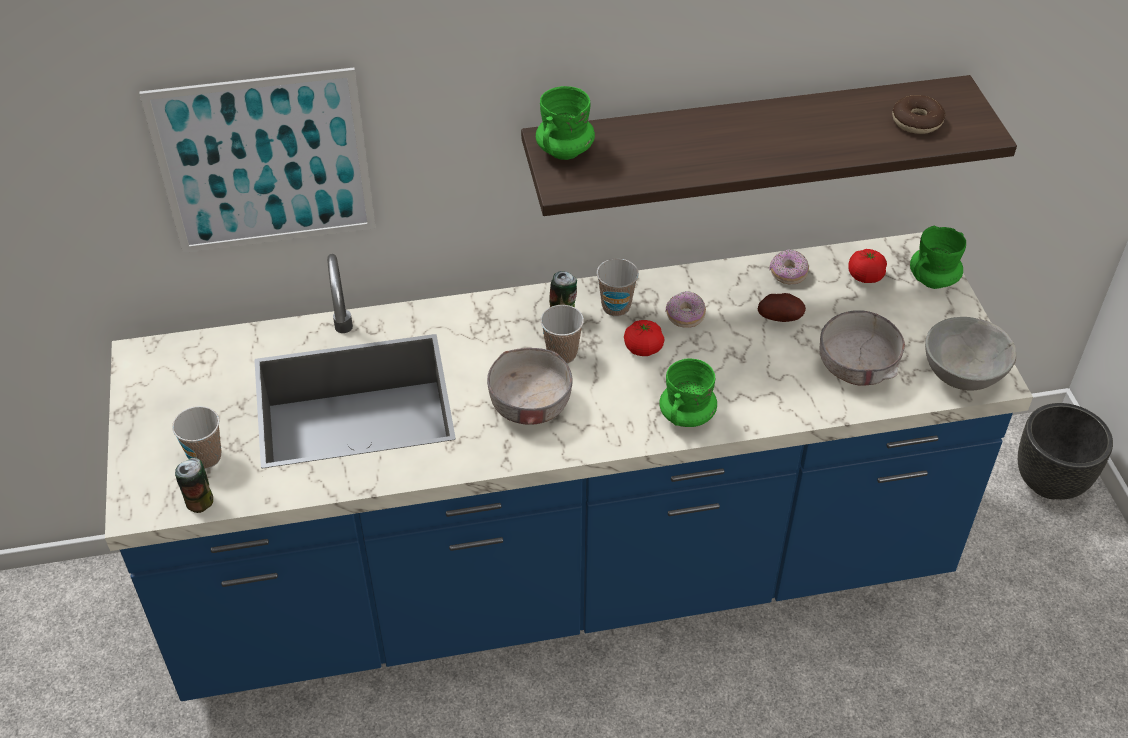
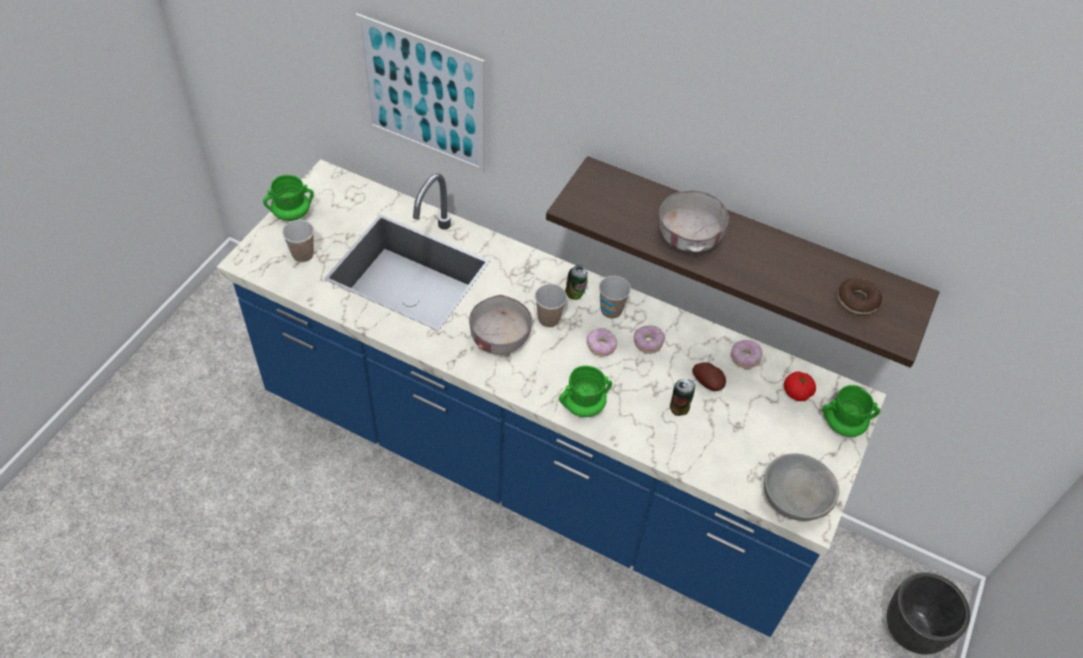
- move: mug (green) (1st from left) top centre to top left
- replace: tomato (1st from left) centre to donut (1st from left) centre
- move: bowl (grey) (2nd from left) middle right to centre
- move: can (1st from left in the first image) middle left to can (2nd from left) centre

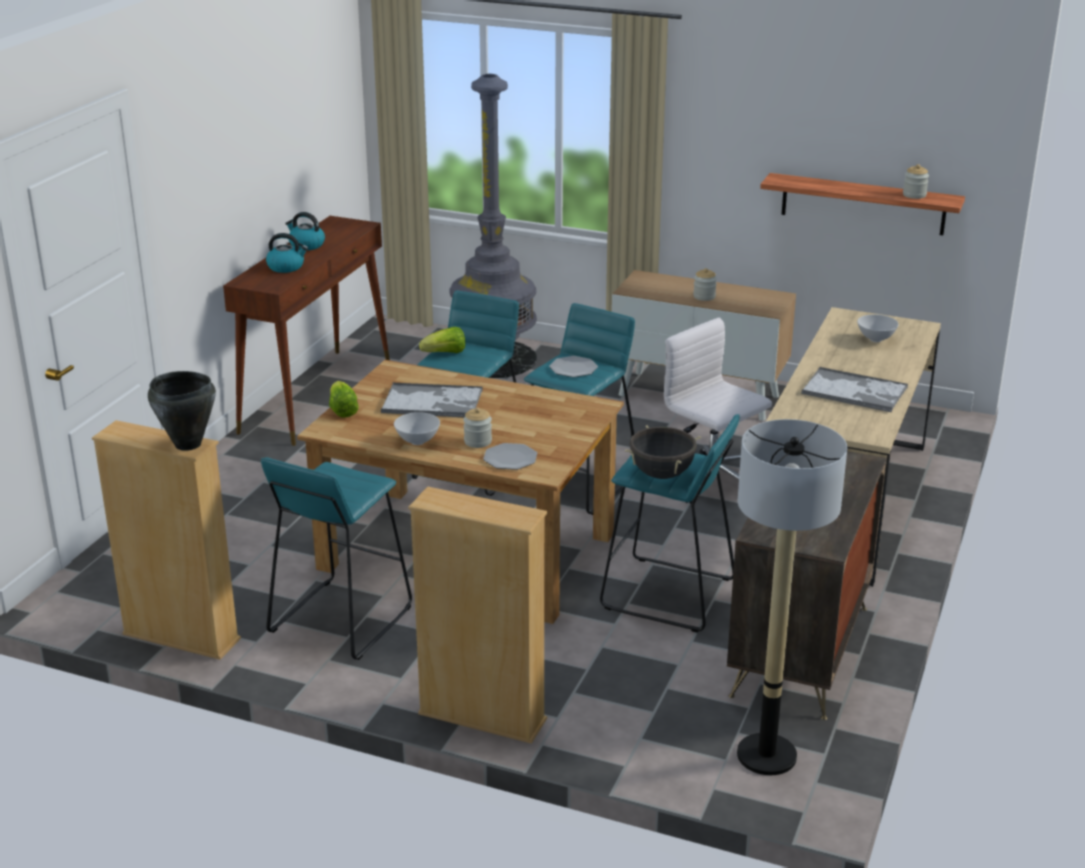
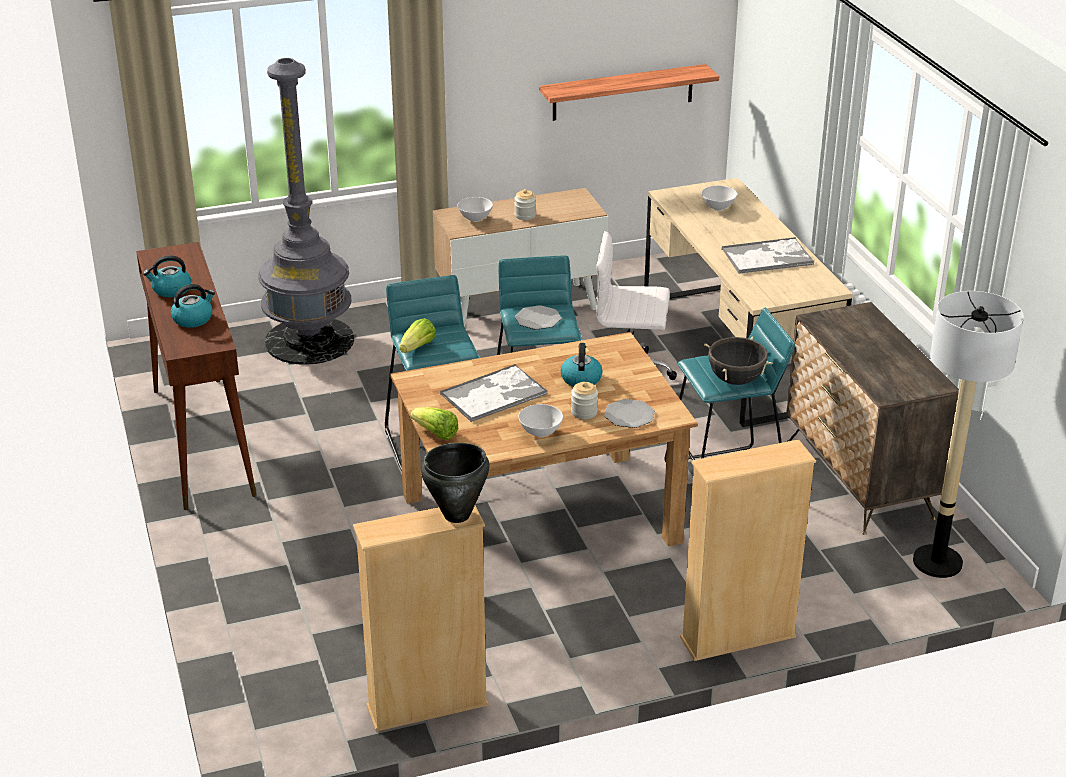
- insert: bowl (white) (1st from left) top centre
- insert: kettle (3rd from left) centre
- delete: stool (turquoise) (1st from left) middle left
- delete: jar (3rd from left) top right

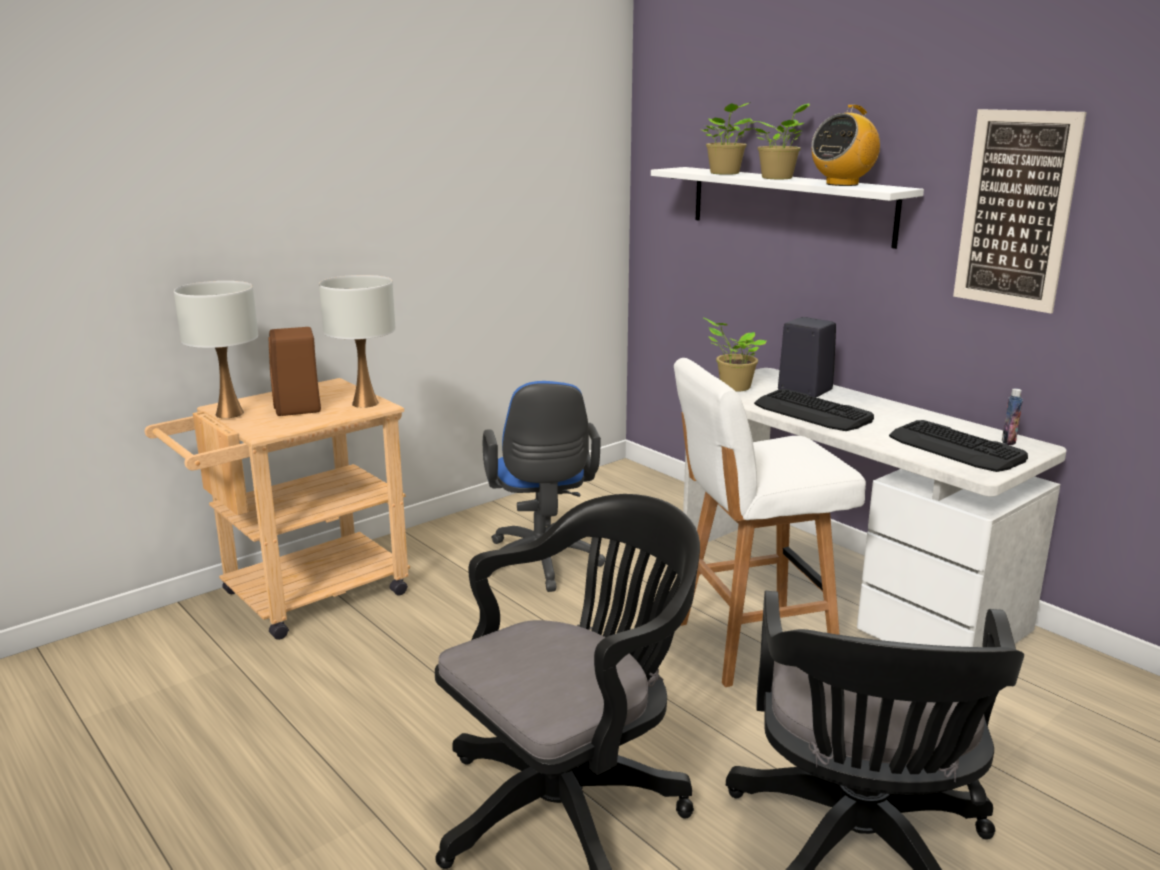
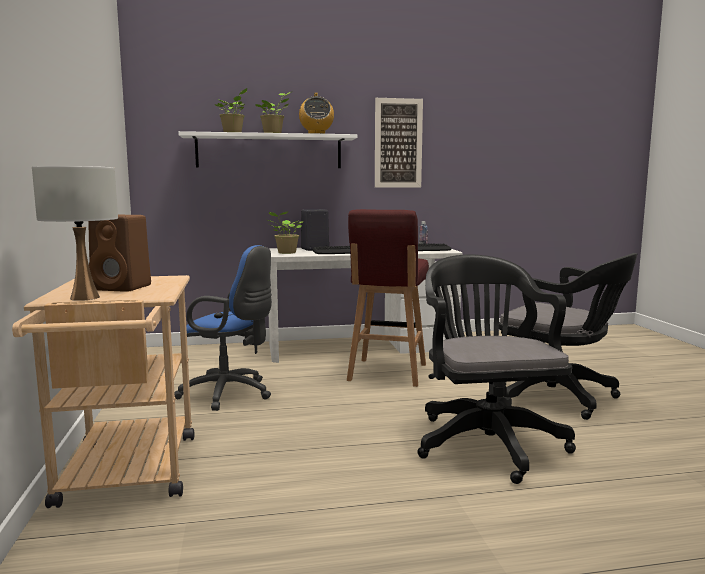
- recolor: stool (white) centre to stool (red) centre
- delete: table lamp (white) (2nd from left) middle left

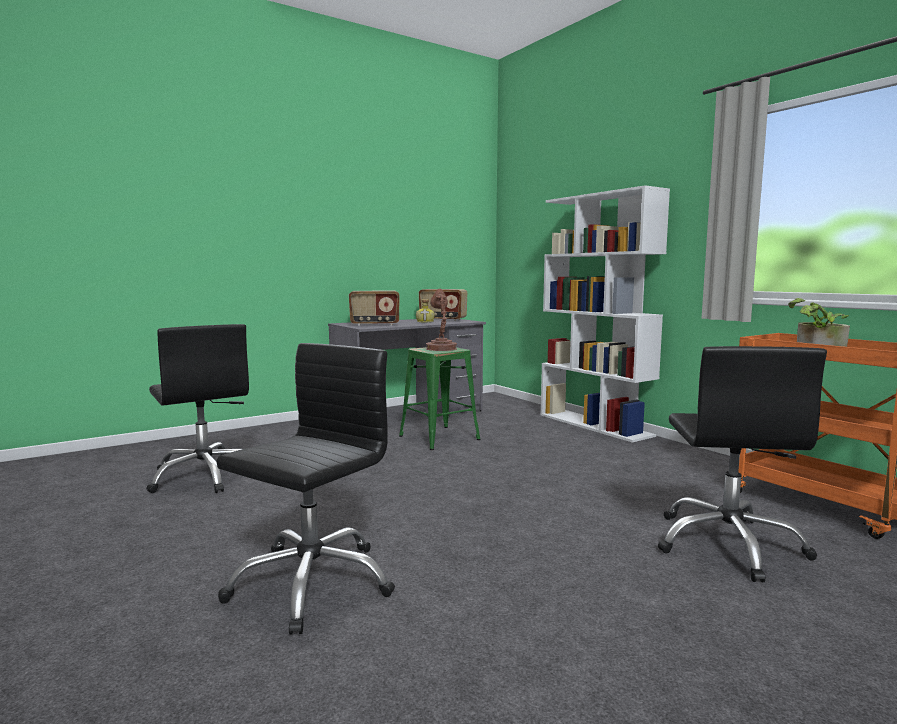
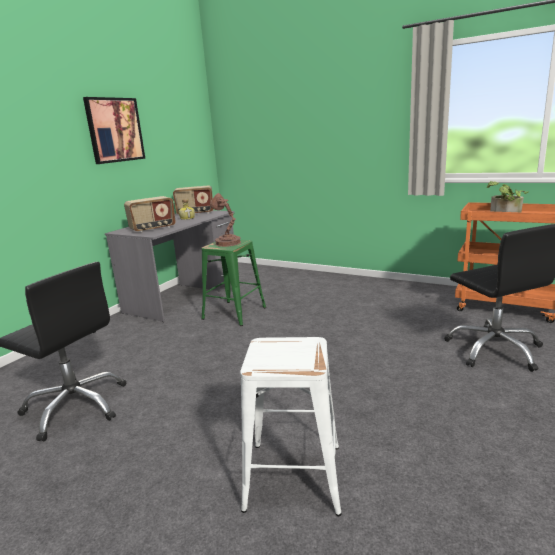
- insert: picture top left
- replace: office chair (black) (2nd from left) bottom centre to stool (white) bottom centre
- delete: bookcase (white) middle right

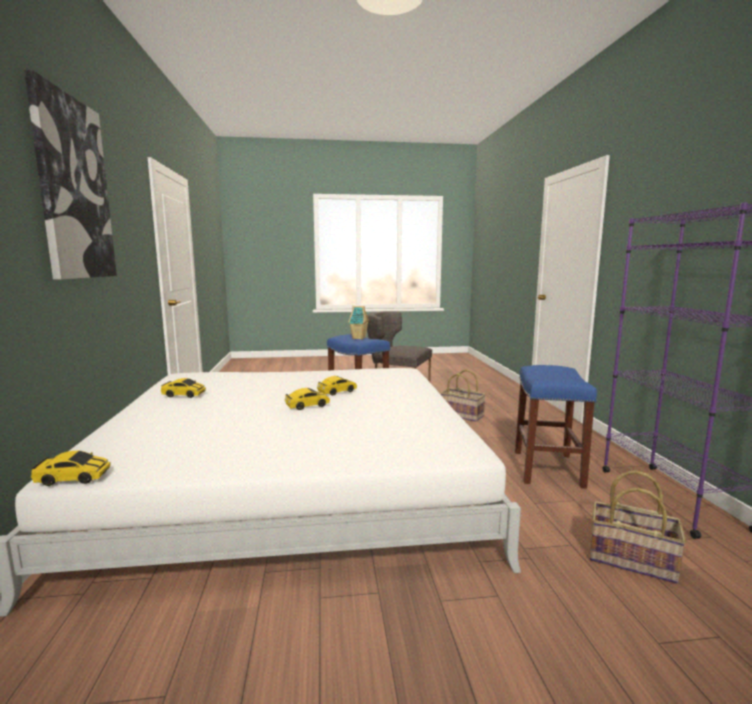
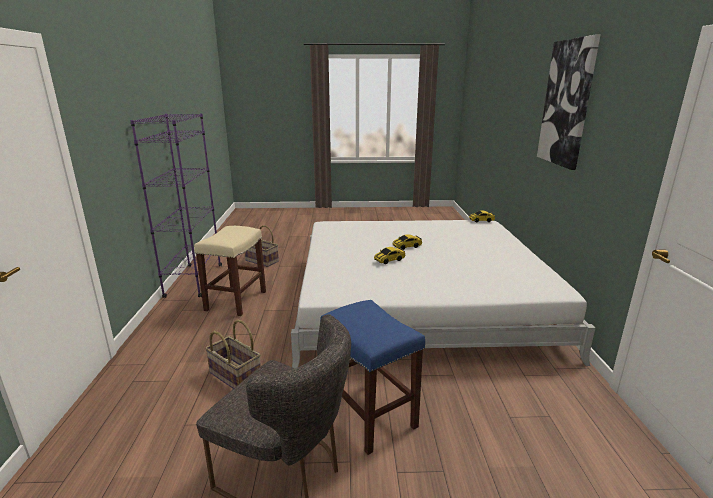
- recolor: stool (blue) (2nd from left) middle right to stool (beige) middle left
- delete: toy car (2nd from left) middle left
- delete: toy house centre

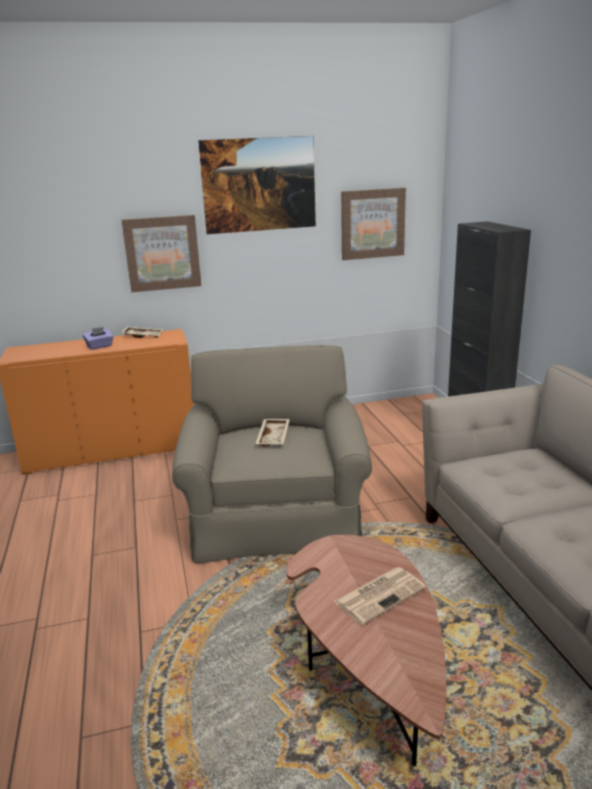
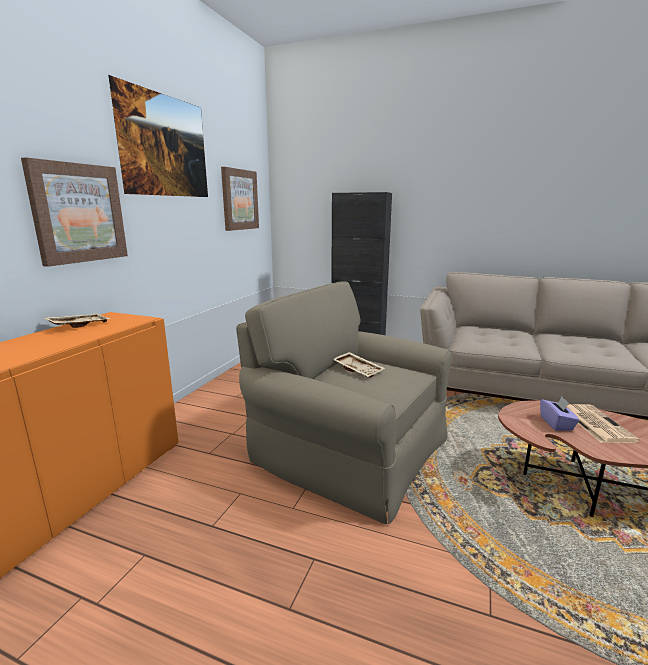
- move: tissue box (purple) middle left to middle right

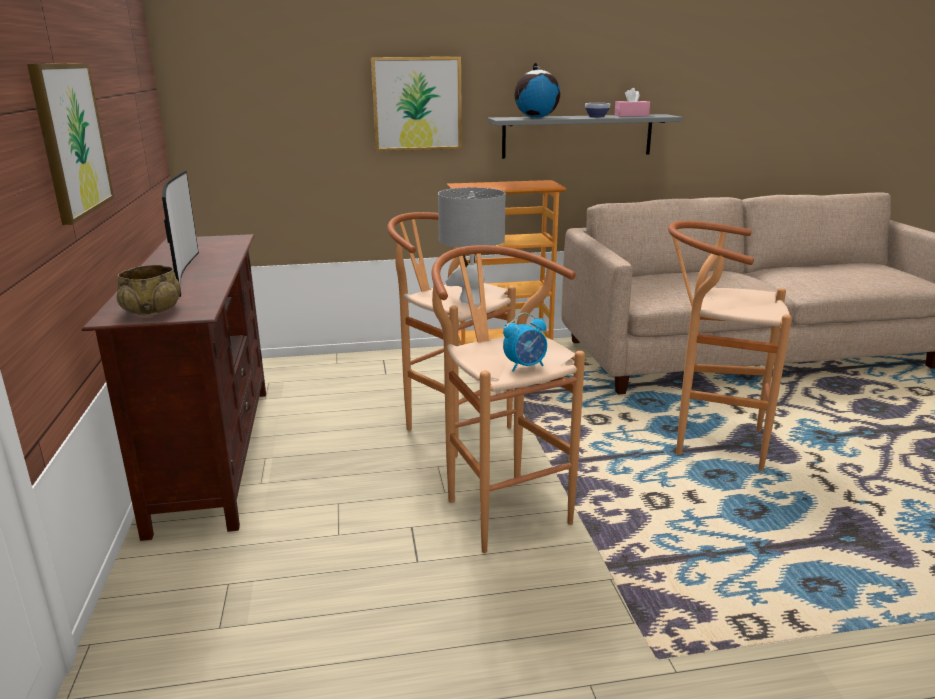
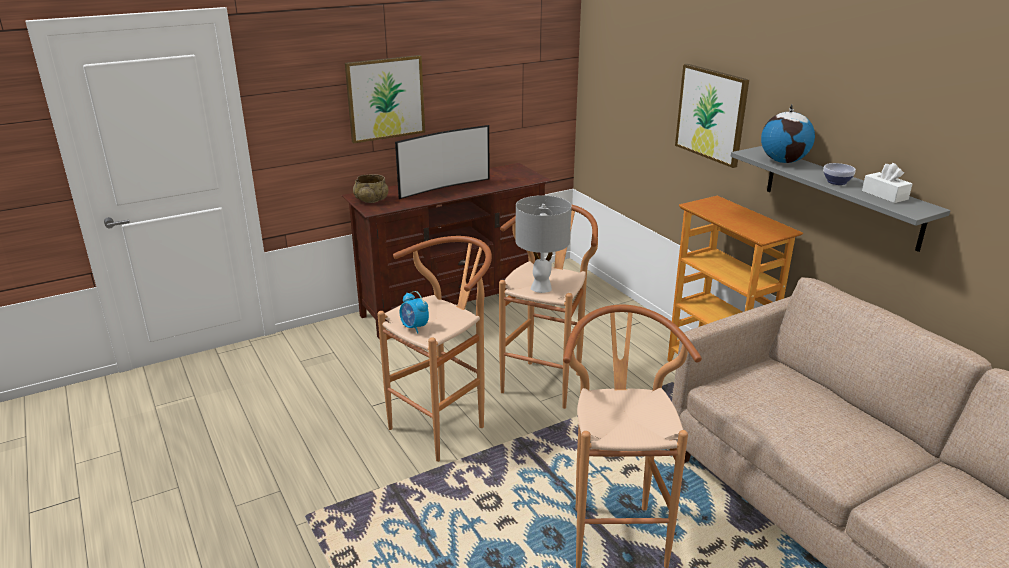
- recolor: tissue box (pink) top right to tissue box (white) top right

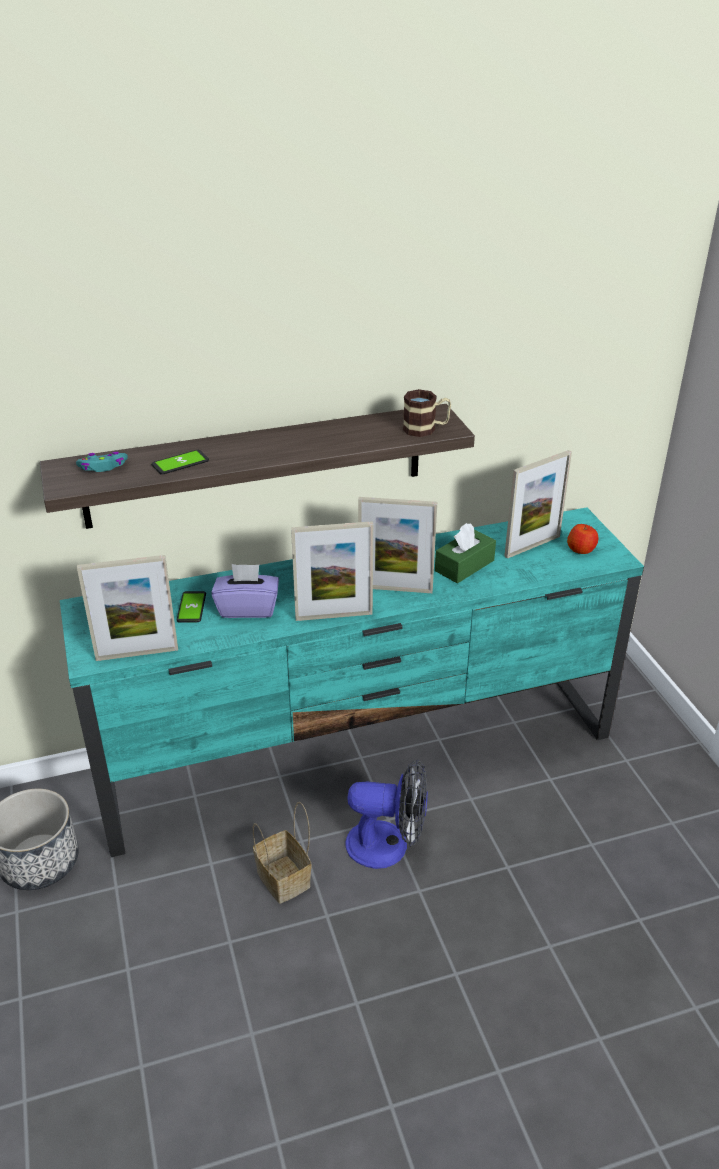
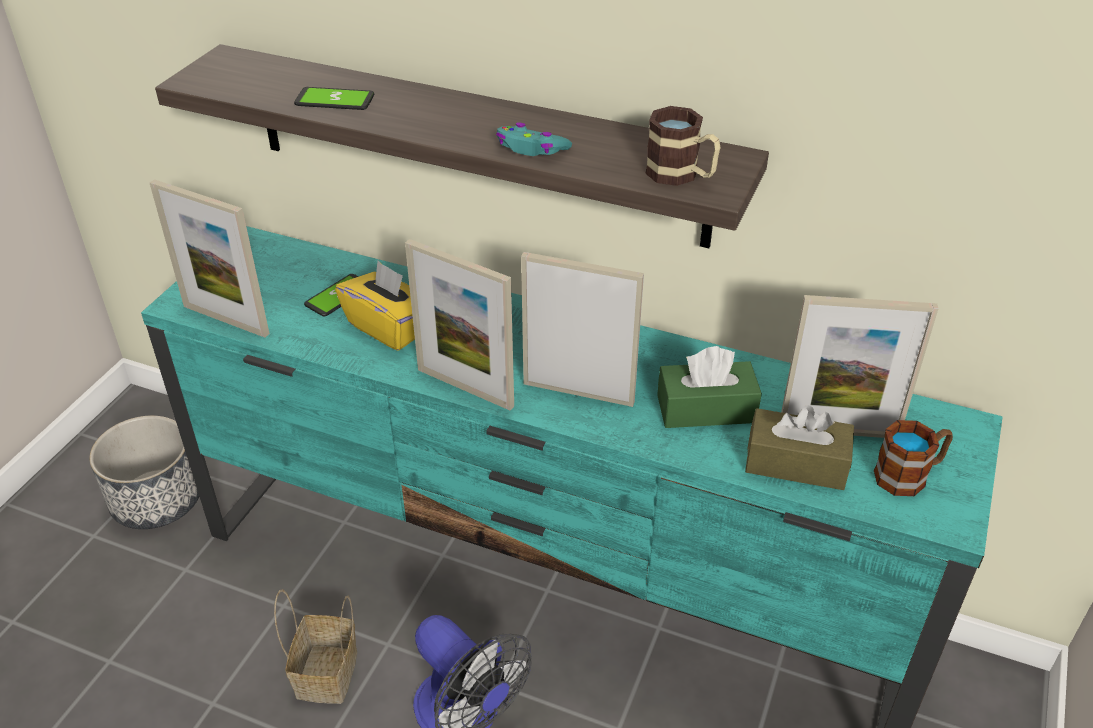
- recolor: tissue box (purple) centre to tissue box (yellow) centre
- move: game controller (turquoise) middle left to top centre
- rotate: picture frame (3rd from left) centre = centre 150 degrees clockwise
- insert: tissue box (brown) middle right
- replace: apple middle right to mug (2nd from left) middle right

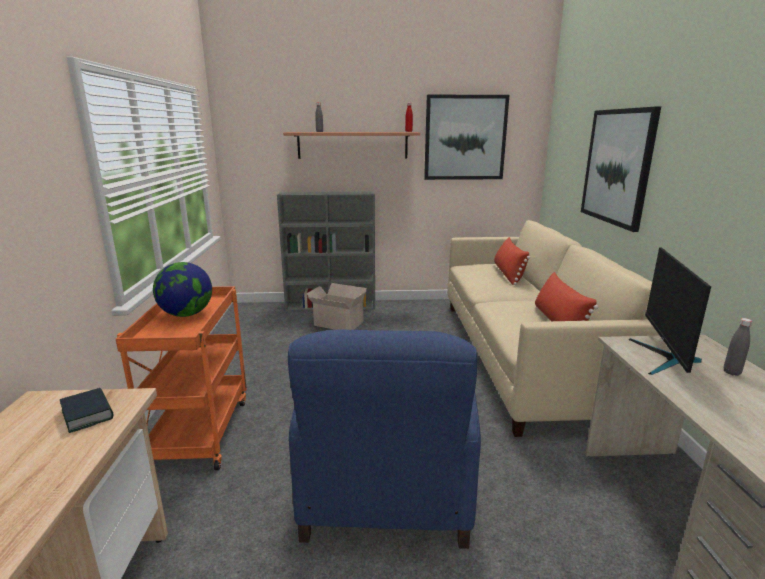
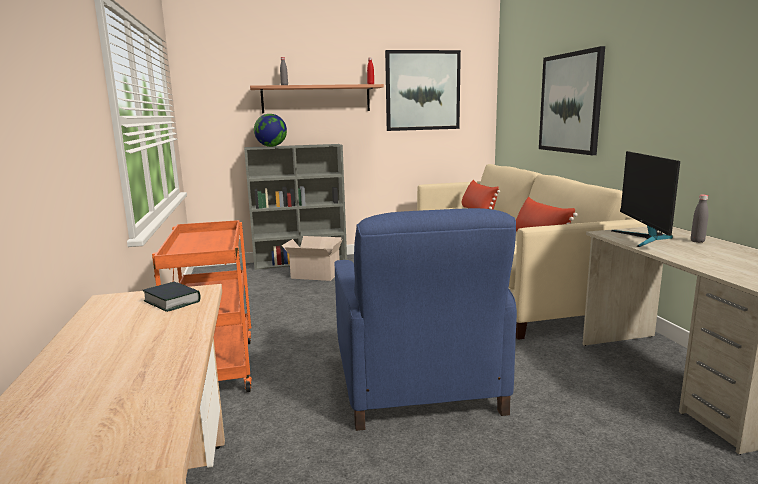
- move: globe middle left to top centre

